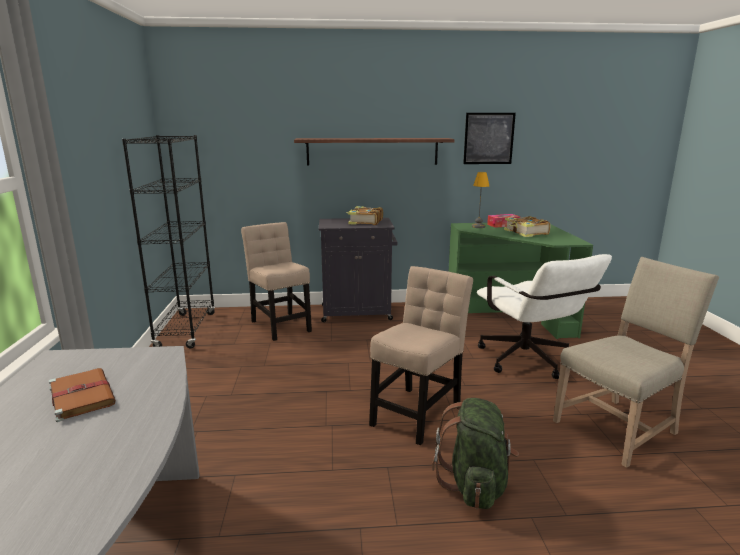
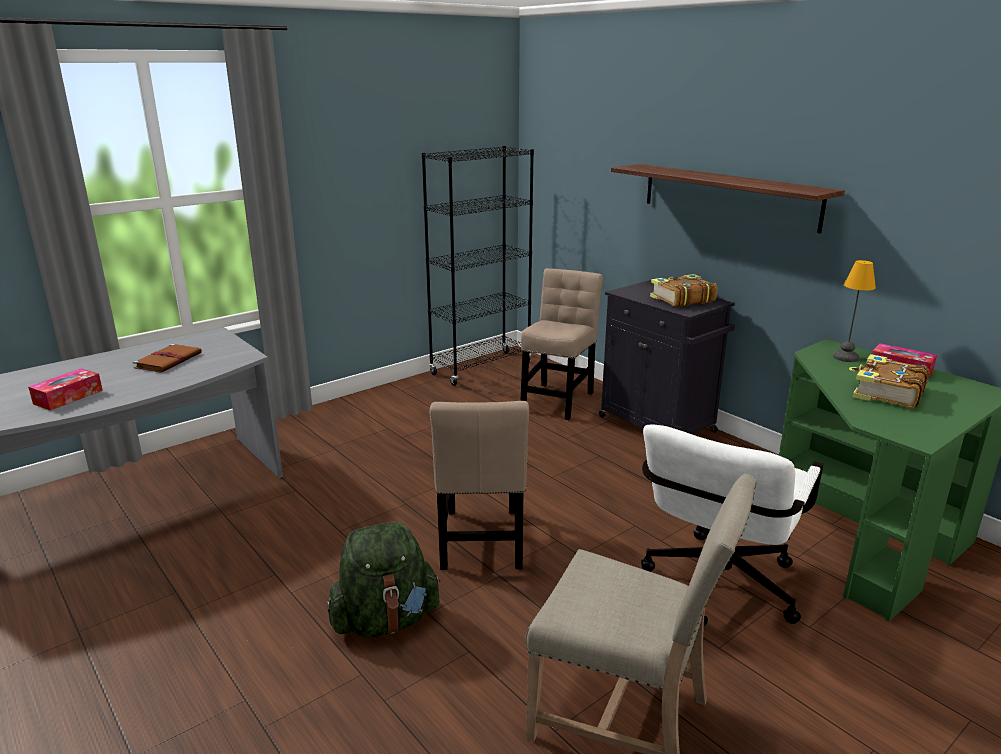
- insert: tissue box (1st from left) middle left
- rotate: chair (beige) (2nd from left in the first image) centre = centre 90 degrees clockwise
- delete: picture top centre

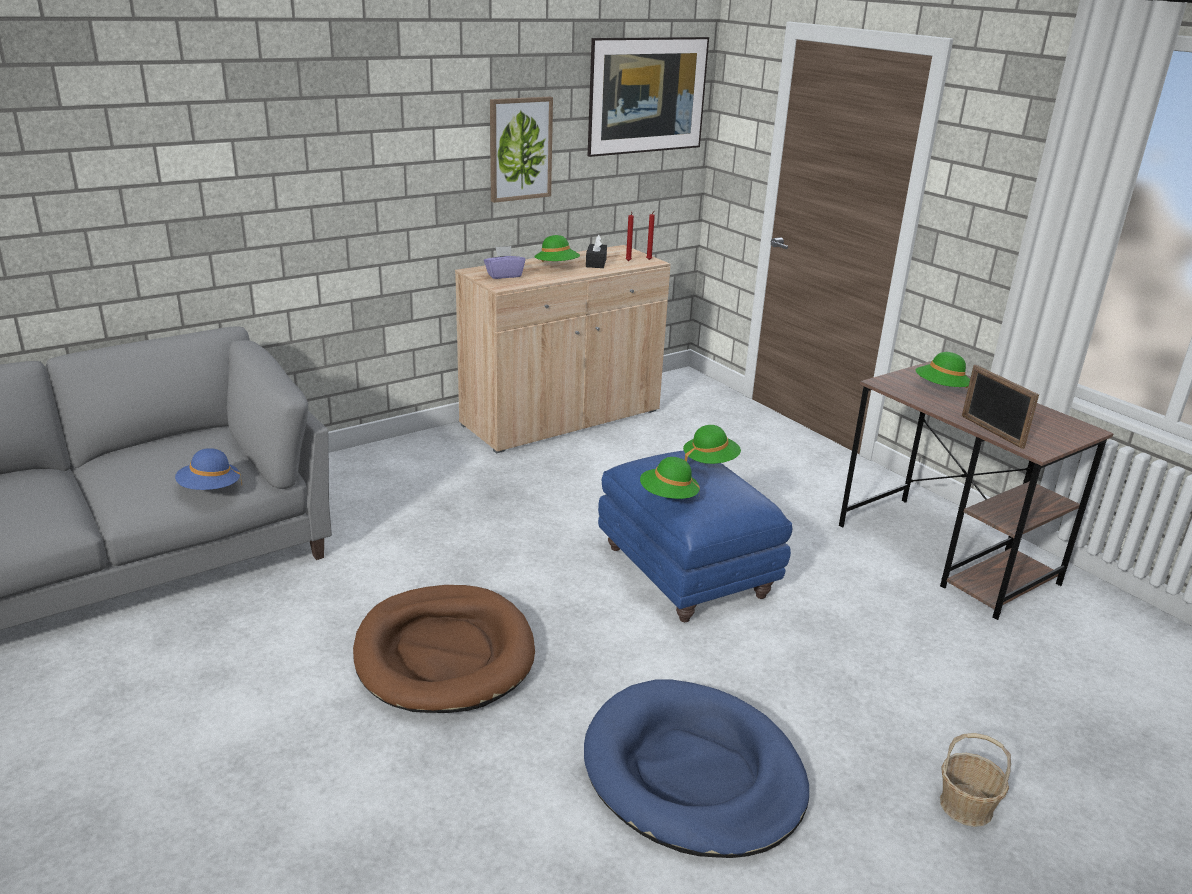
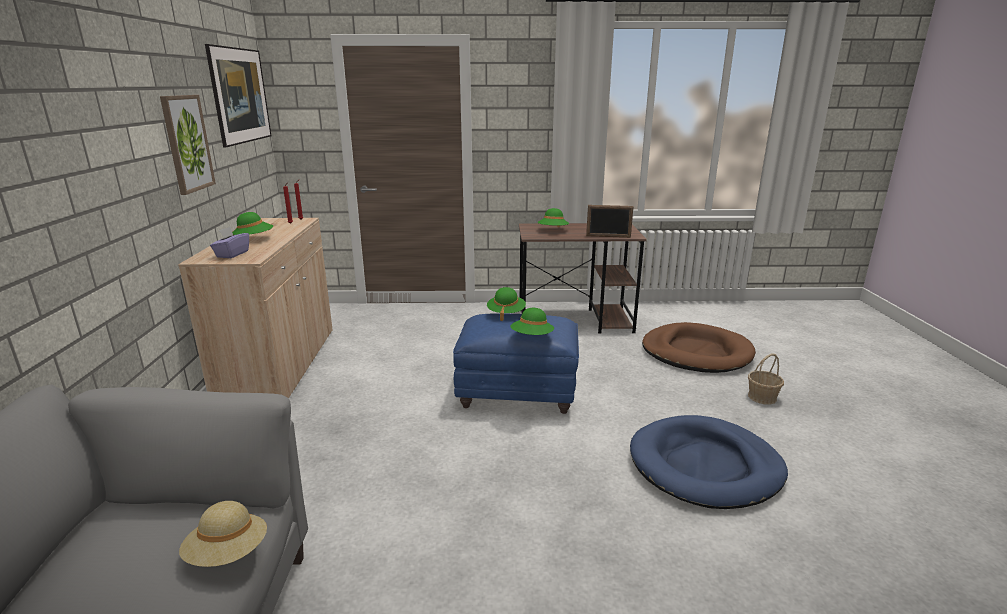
- recolor: hat (blue) middle left to hat (beige) bottom left
- move: dog bed (brown) bottom centre to middle right
- delete: tissue box (black) top centre

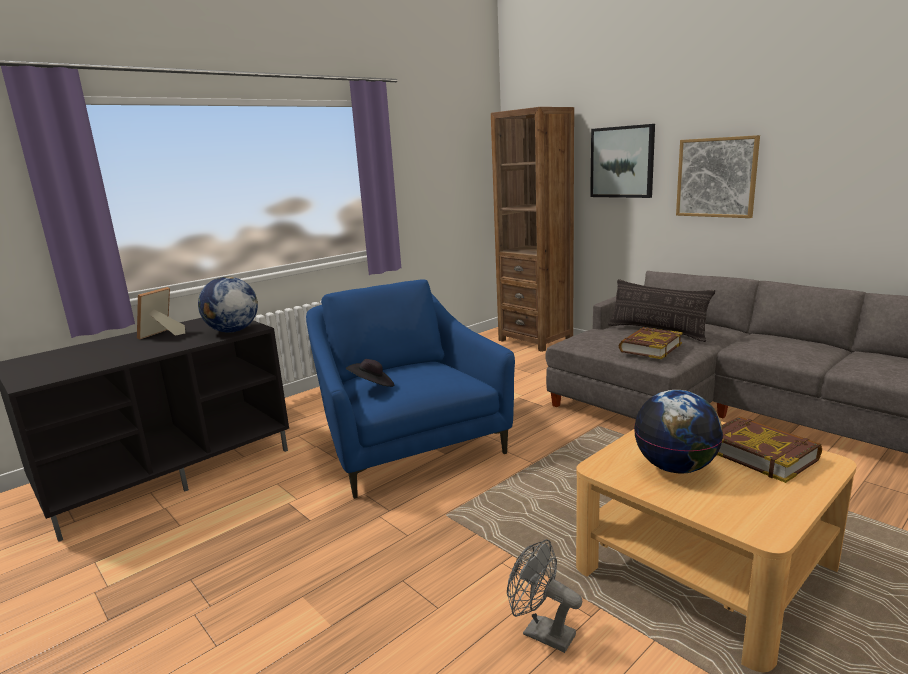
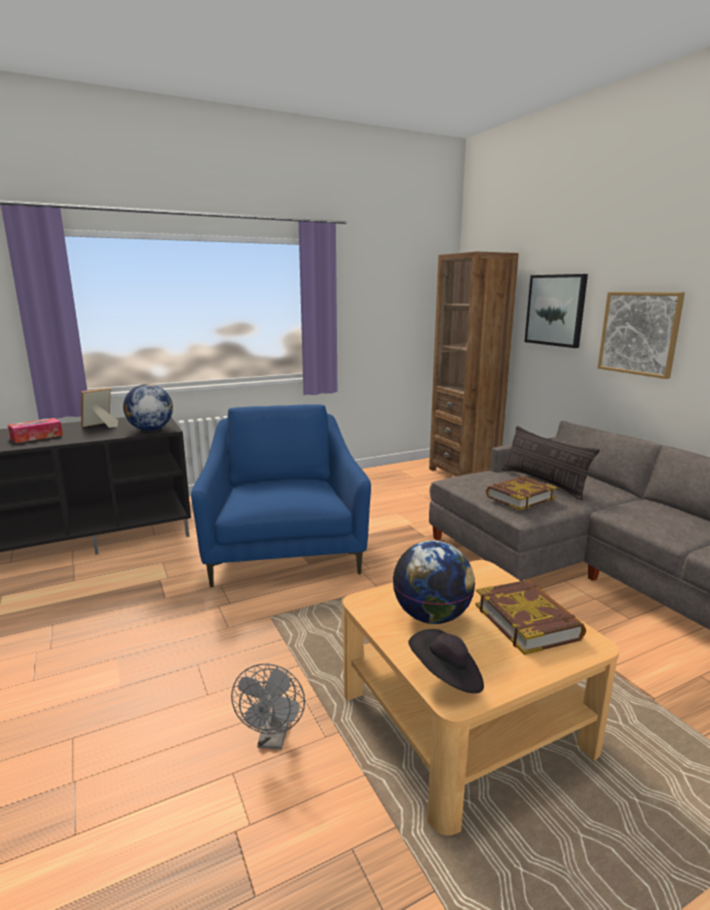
- insert: tissue box middle left
- rotate: fan (grey) bottom centre = bottom centre 135 degrees counterclockwise
- move: hat (black) centre to bottom centre

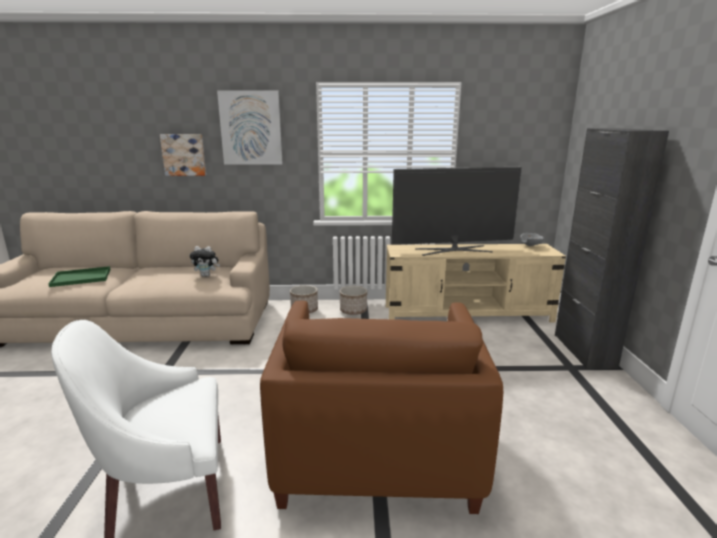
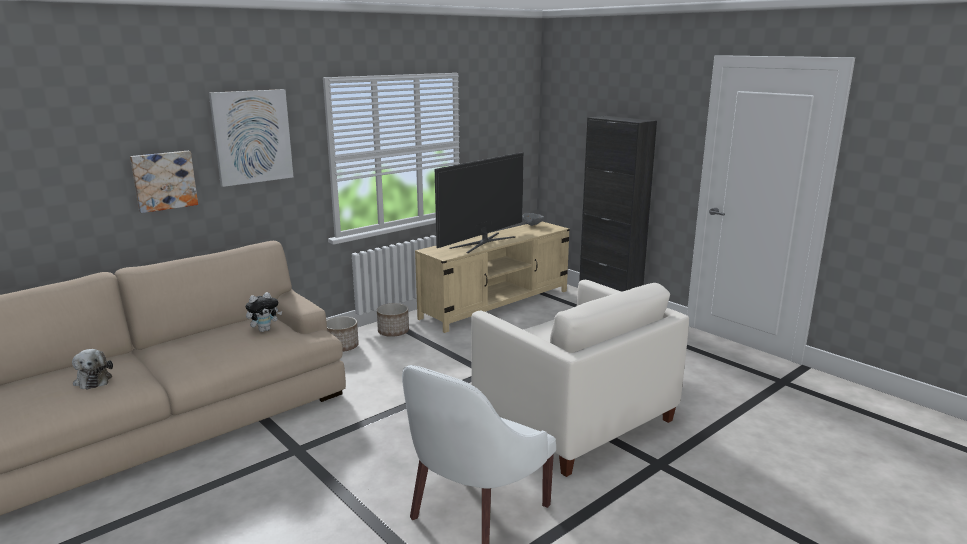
- replace: tray (green) middle left to plush toy (1st from left) bottom left
- recolor: armchair (brown) bottom centre to armchair (white) (2nd from left) bottom centre

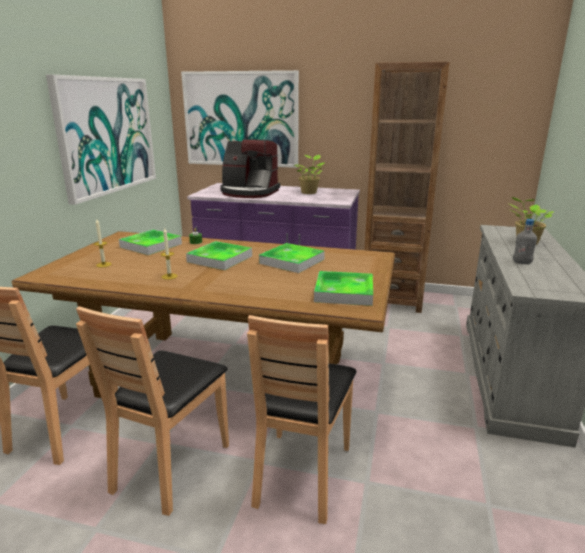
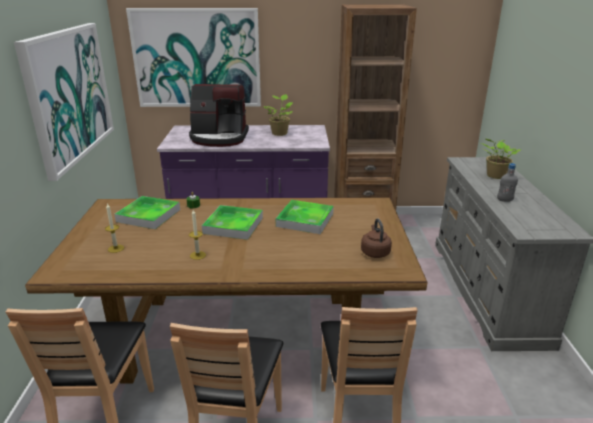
- replace: tray (4th from left) centre to kettle (brown) centre

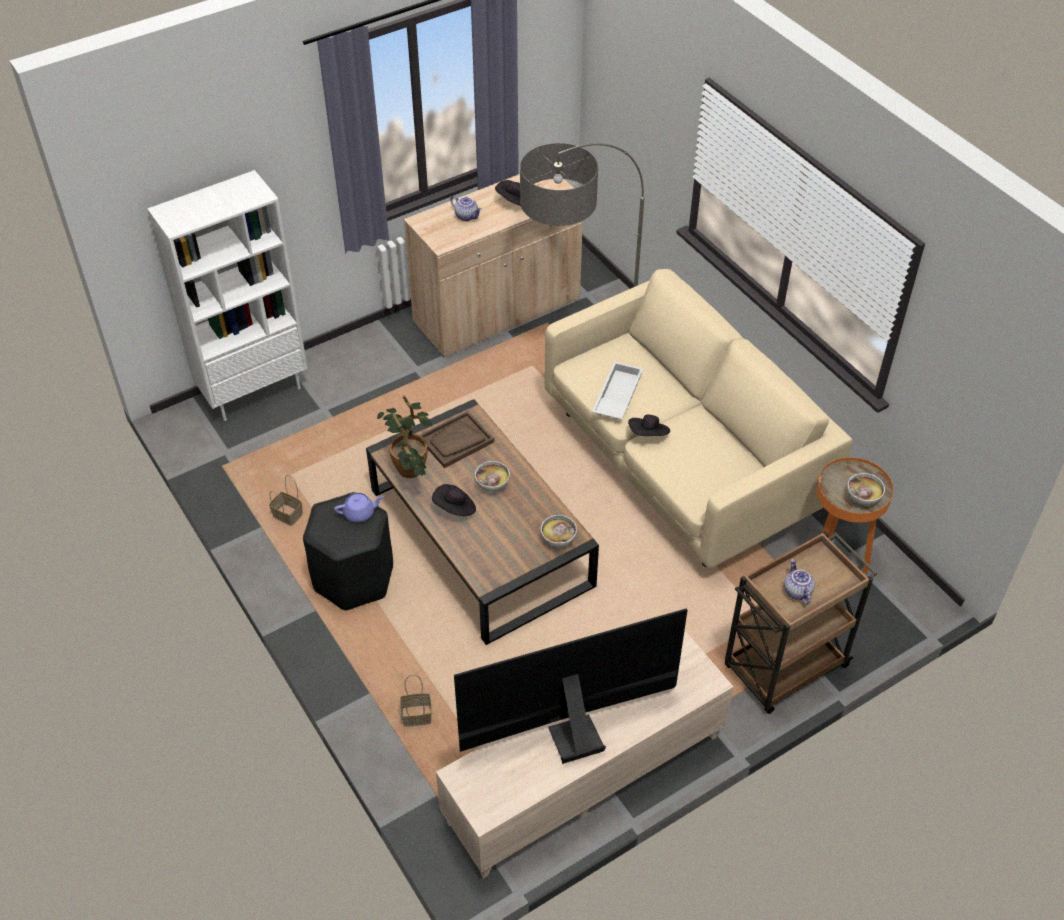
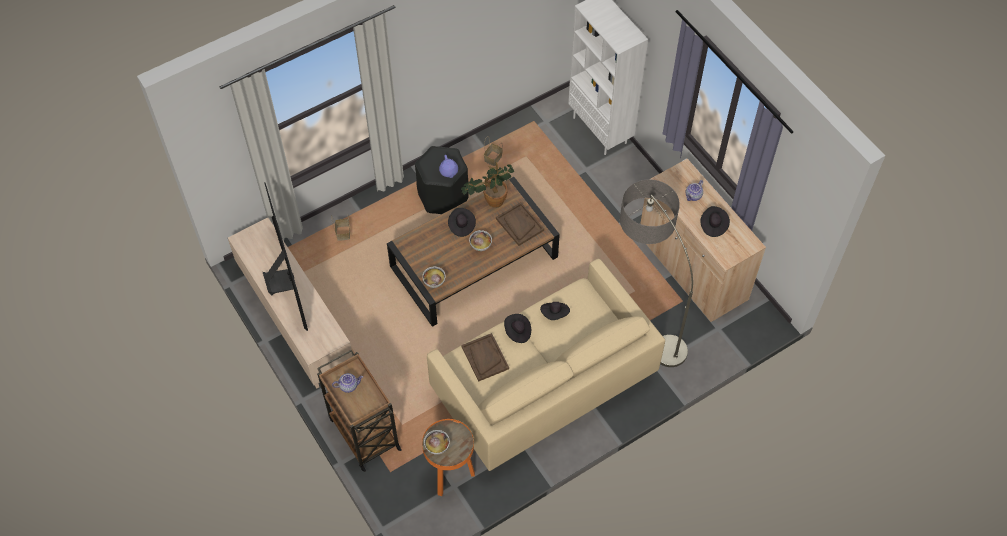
- insert: tray (brown) (1st from left) centre
- replace: tray (white) centre to hat (black) (3rd from left) centre

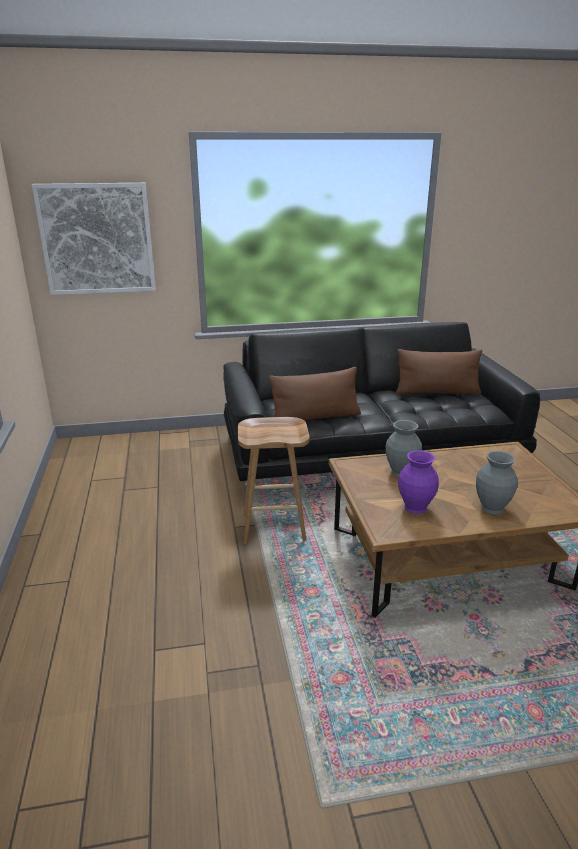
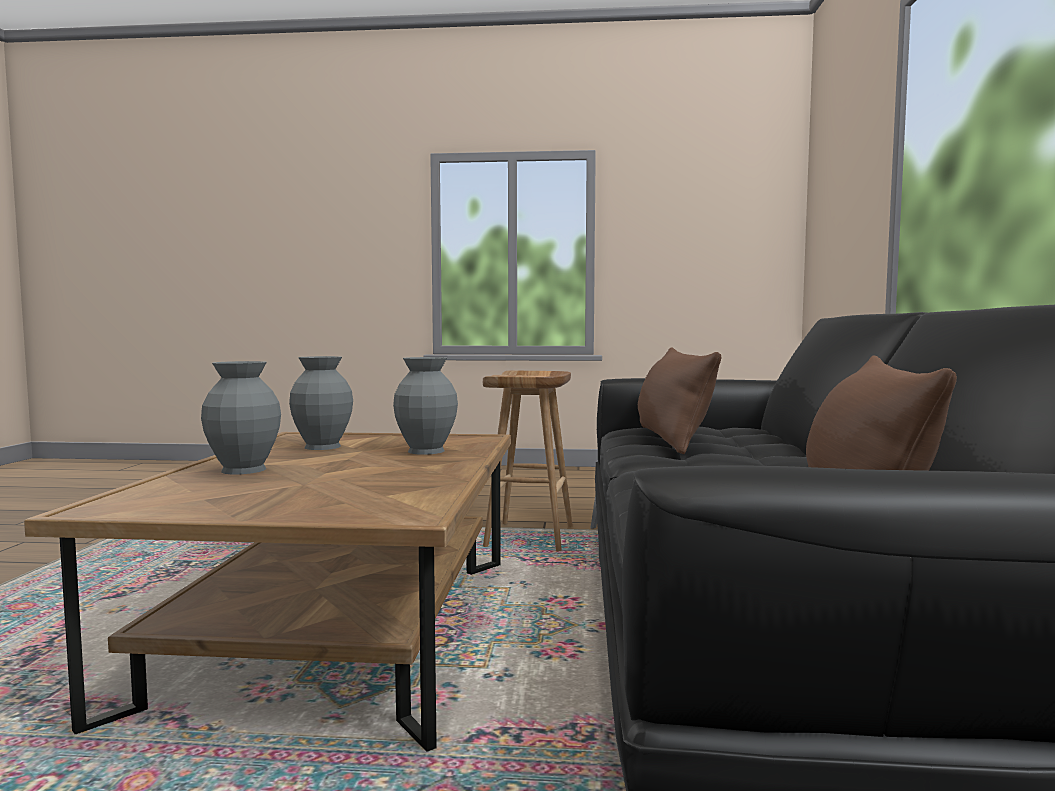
- recolor: vase (purple) middle right to vase (grey) (2nd from left) middle left
- delete: picture top left

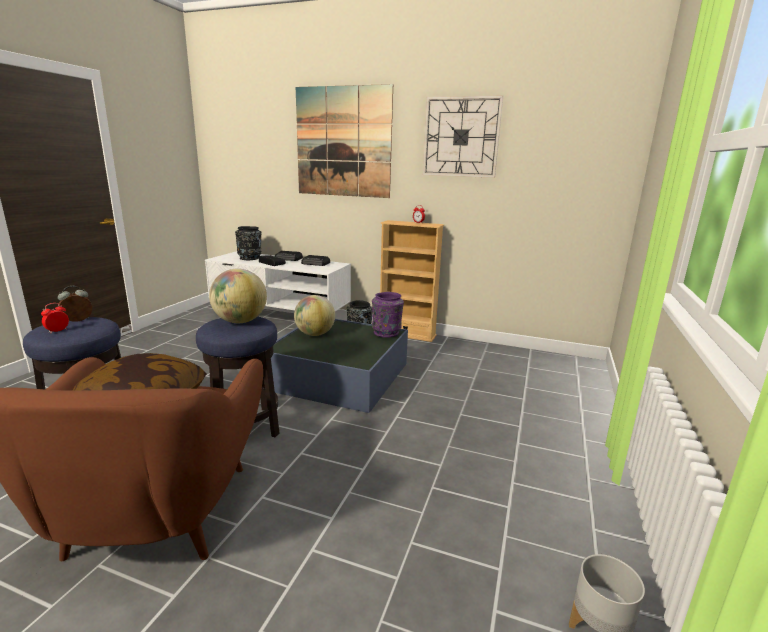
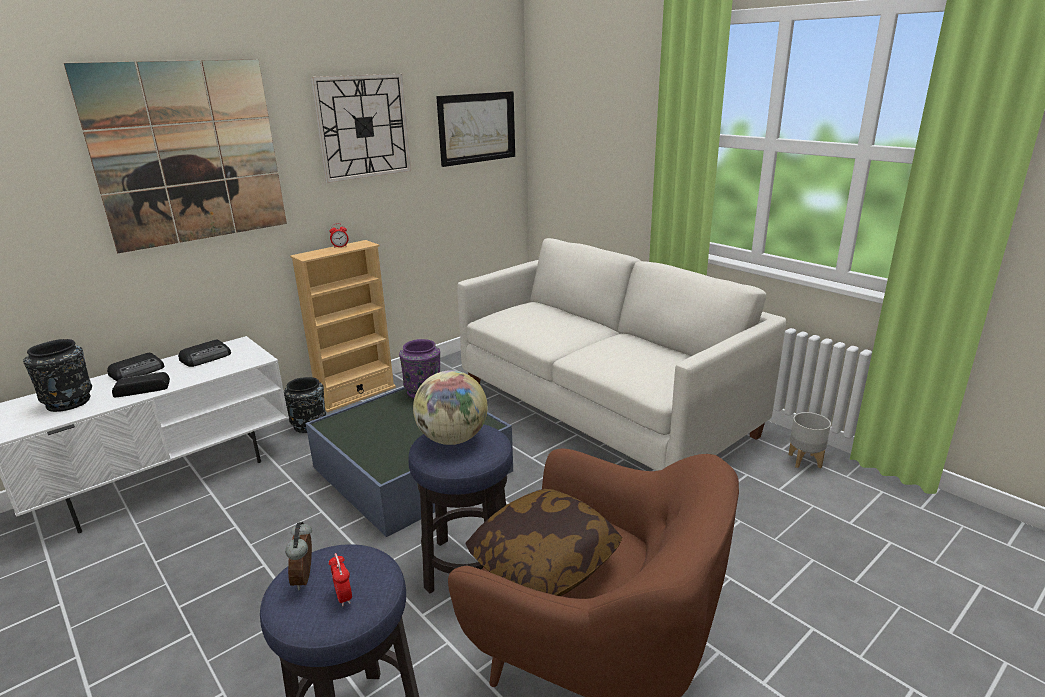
- insert: picture (2nd from left) top centre
- insert: sofa (white) centre
- delete: globe (2nd from left) centre

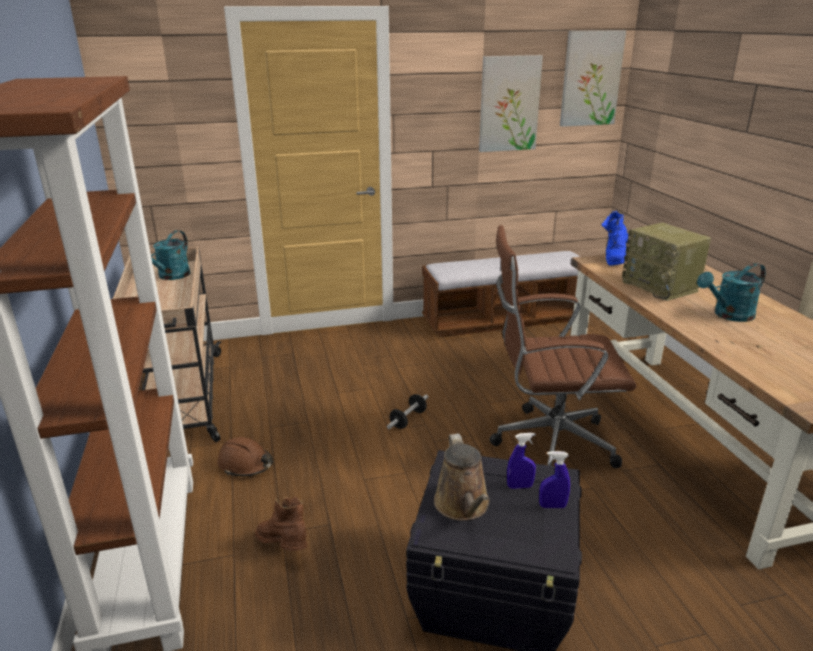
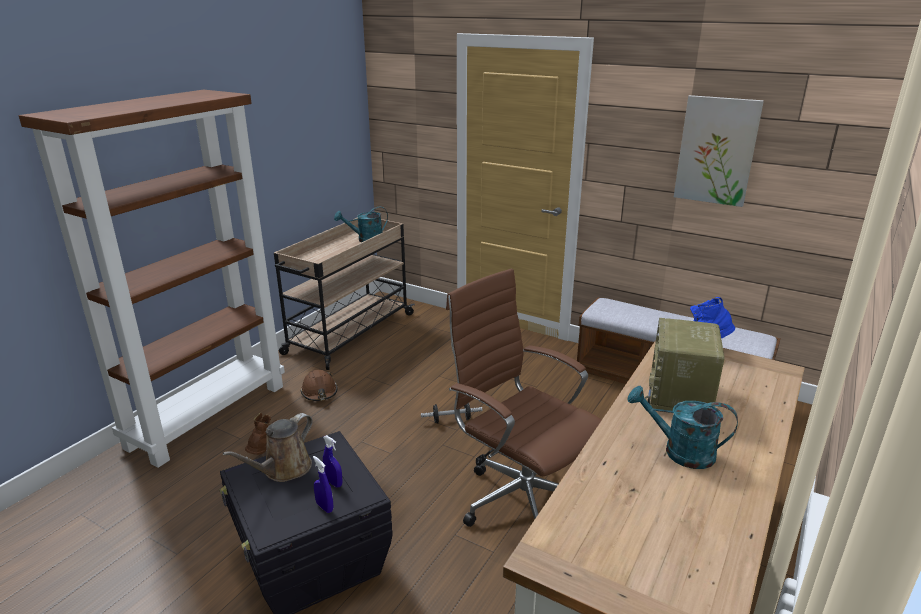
- delete: picture (2nd from left) top right

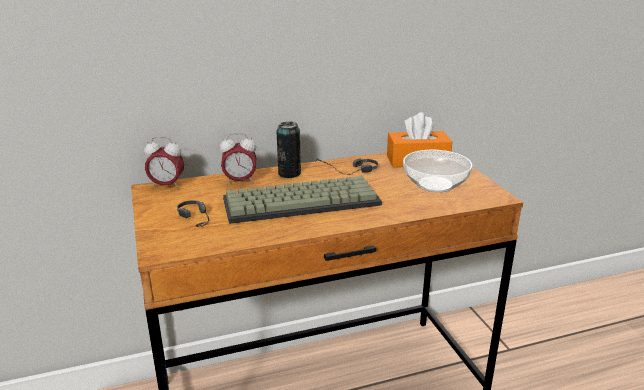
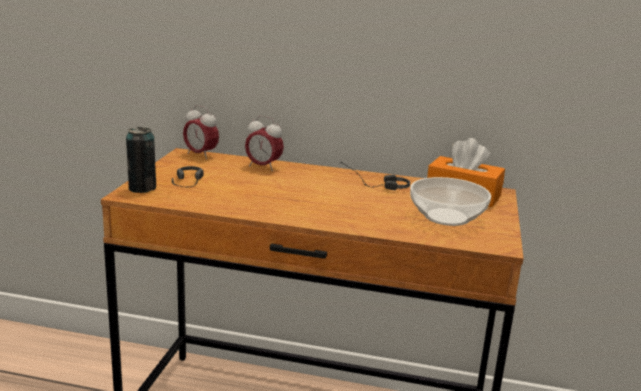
- move: can centre to middle left
- delete: keyboard centre

